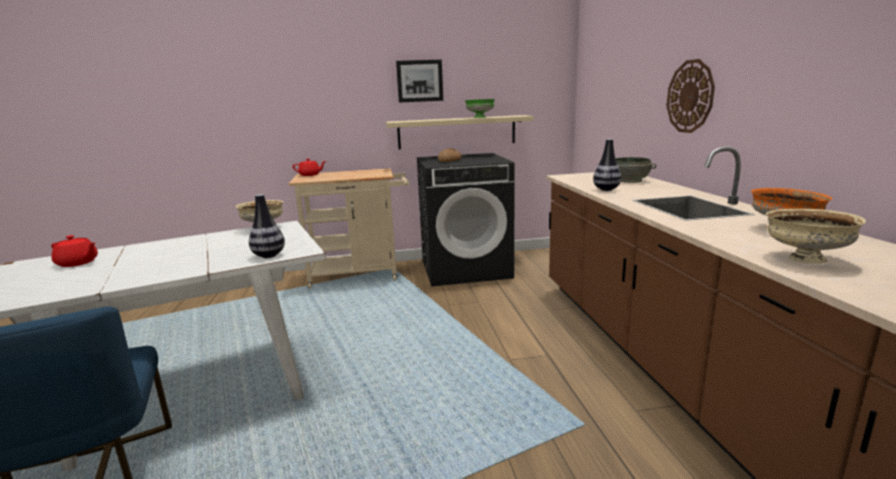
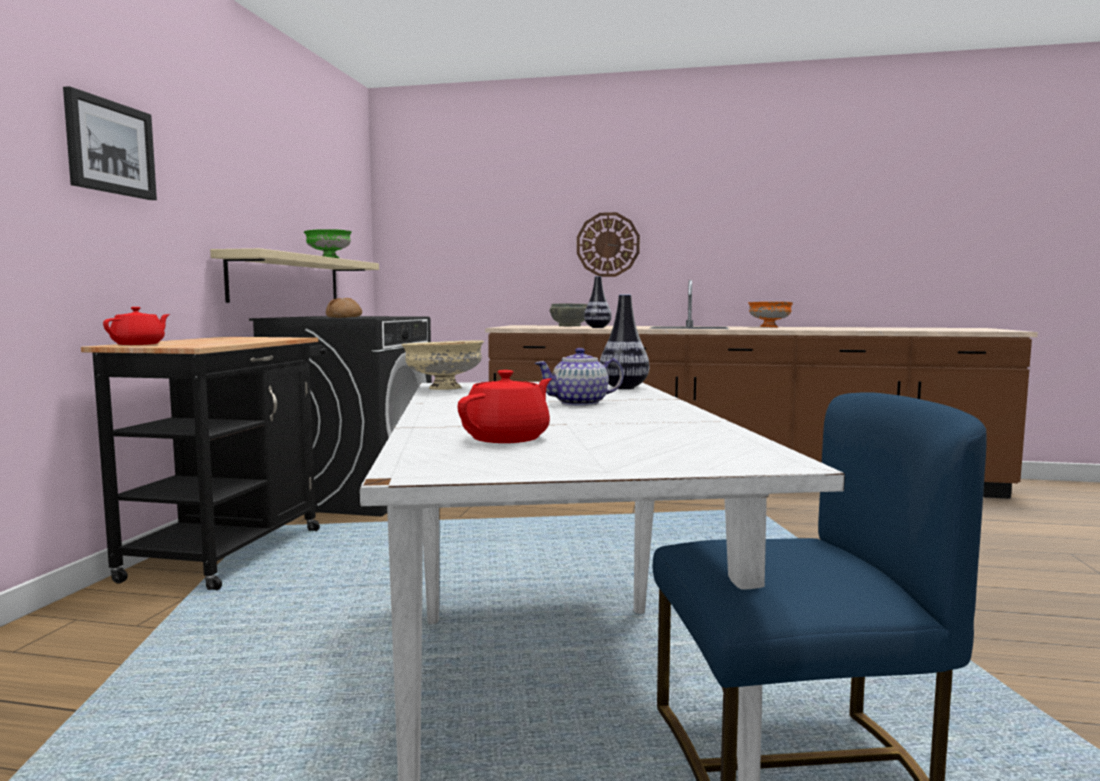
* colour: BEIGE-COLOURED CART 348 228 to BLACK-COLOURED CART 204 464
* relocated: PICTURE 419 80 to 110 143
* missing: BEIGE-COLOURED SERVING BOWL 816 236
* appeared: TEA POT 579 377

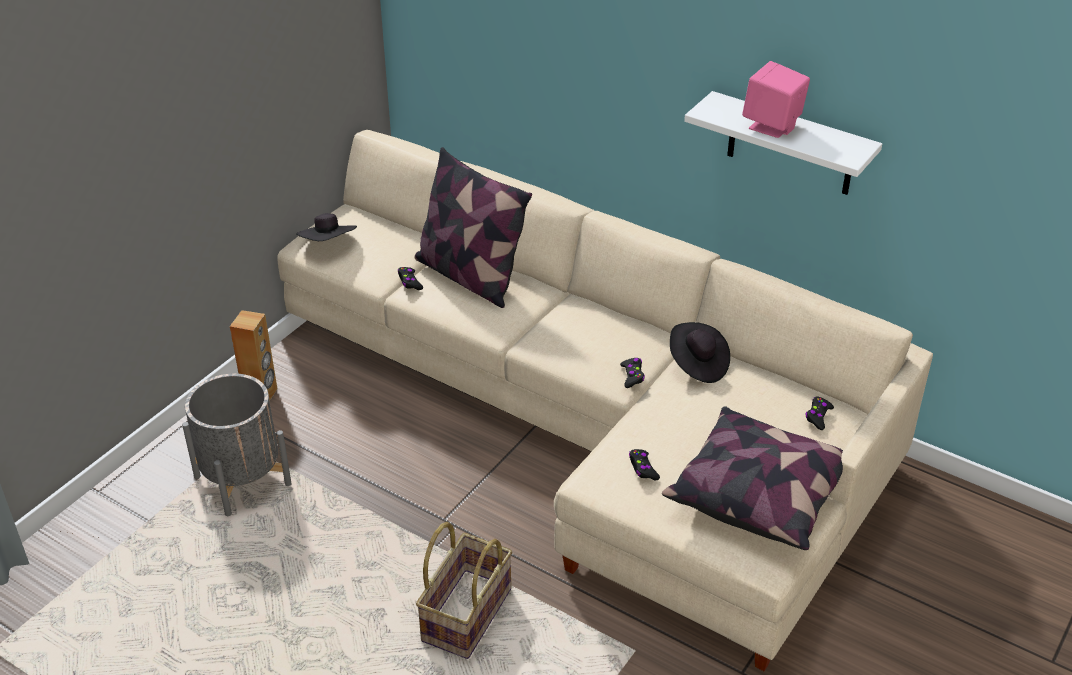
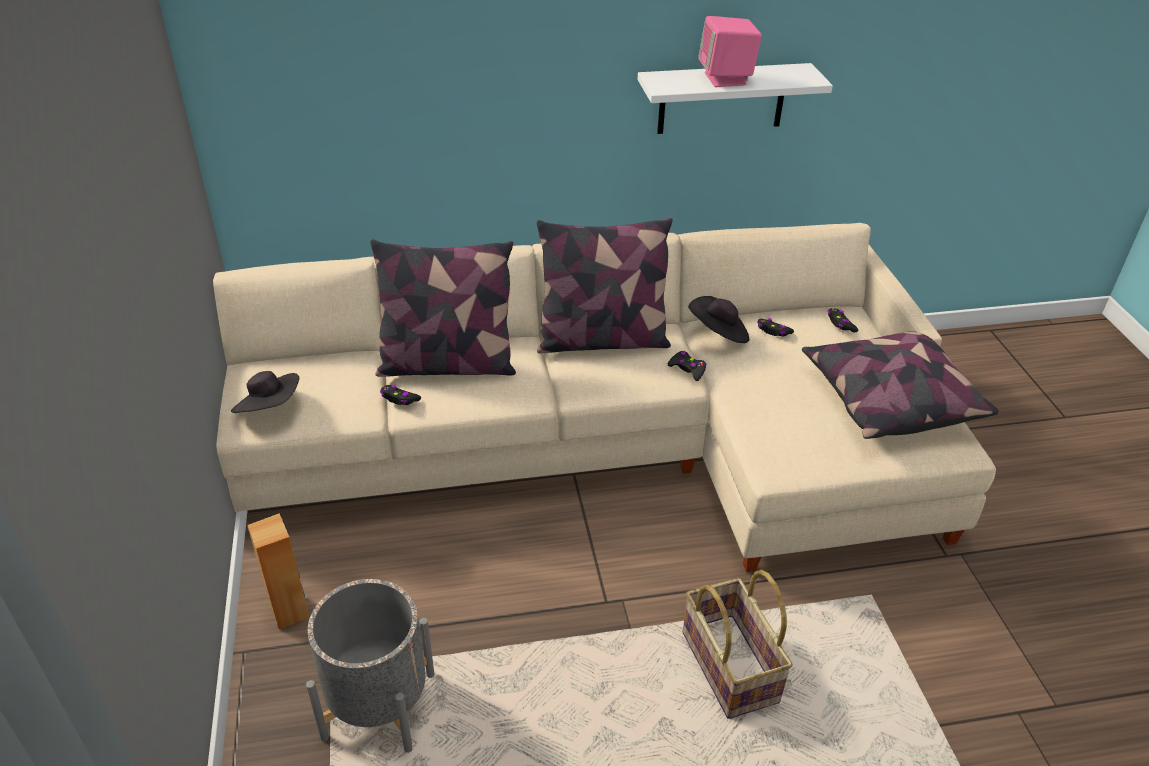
* relocated: BLACK-COLOURED GAME CONTROLLER 644 465 to 775 327
* appeared: PILLOW 605 285

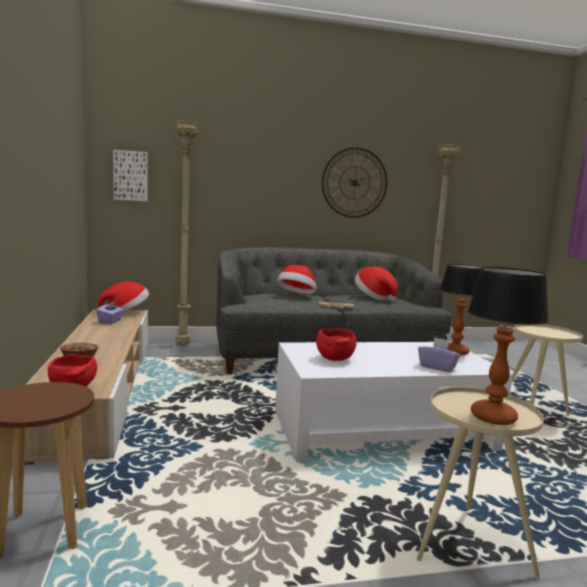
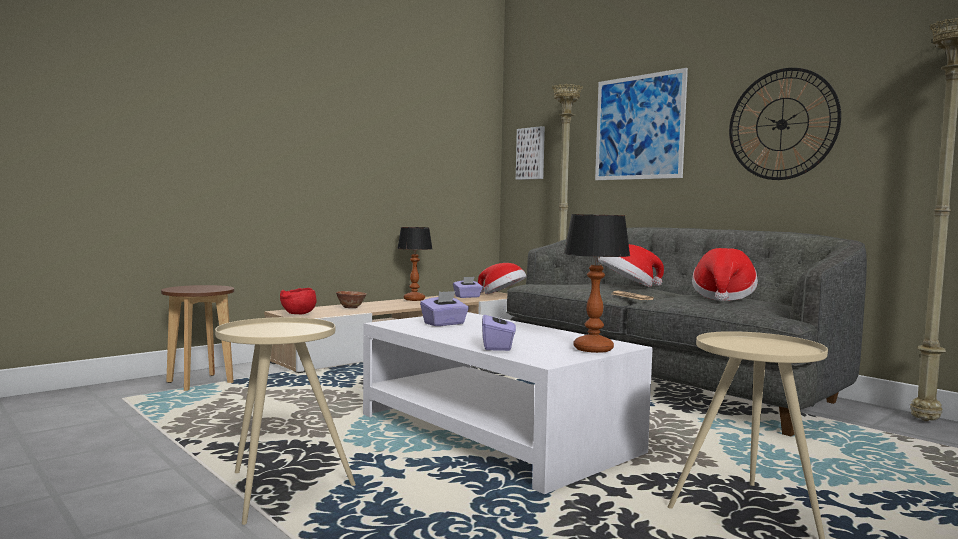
* exchanged: REDDISH SERVING BOWL 336 345 to PURPLE-COLOURED TISSUE HOLDER 444 308
* relocated: TABLE LAMP 508 346 to 414 264
* appeared: PICTURE 641 124

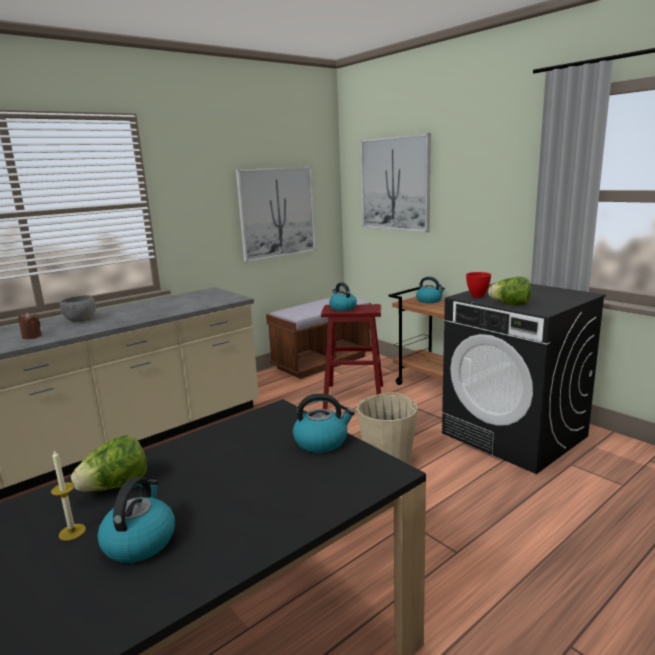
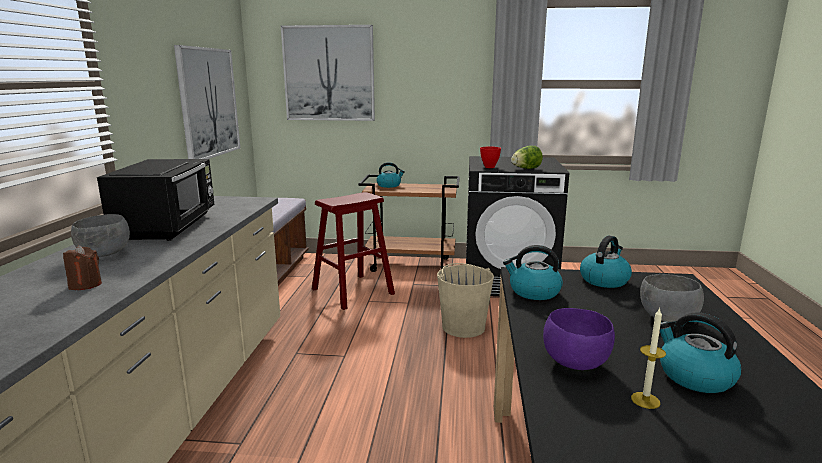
* exchanged: LETTUCE HEAD 109 463 to PURPLE-COLOURED SERVING BOWL 579 339
* relocated: TEA KETTLE 343 296 to 533 272
* appeared: BLACK-COLOURED MICROWAVE OVEN 155 200
* appeared: GRAY SERVING BOWL 672 298

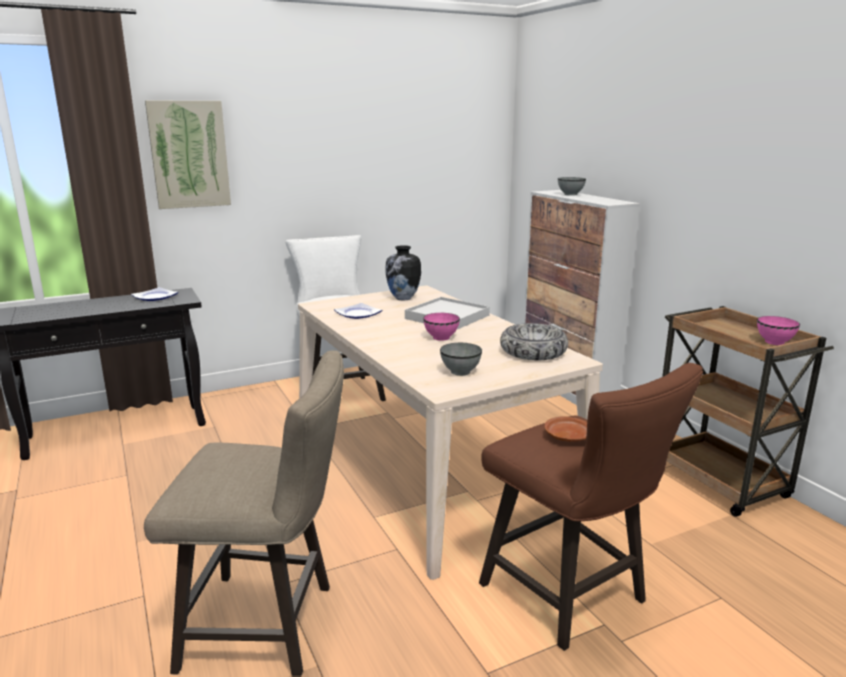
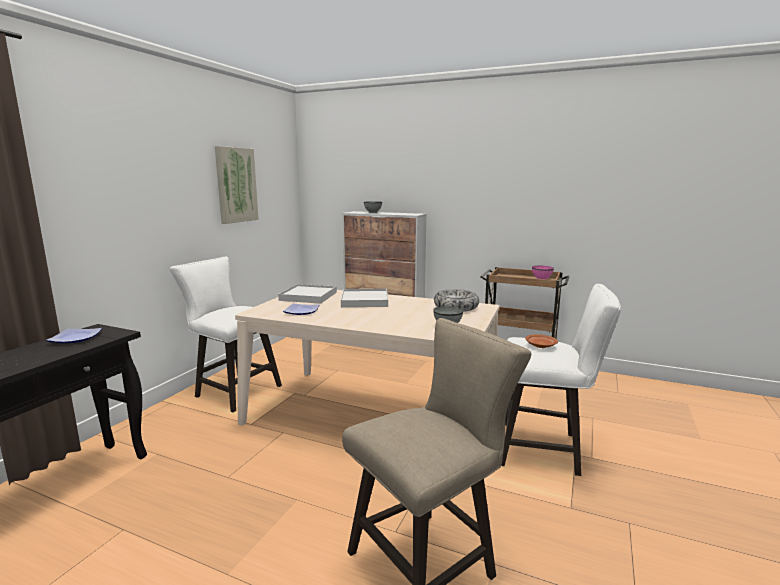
* relocated: PICTURE 188 154 to 237 185
* exchanged: FLOWER VASE 403 272 to WHITE-COLOURED SERVING TRAY 307 294
* missing: PINK-COLOURED SERVING BOWL 441 327
* colour: BROWN SITTING STOOL 591 507 to WHITE-COLOURED SITTING STOOL 561 380

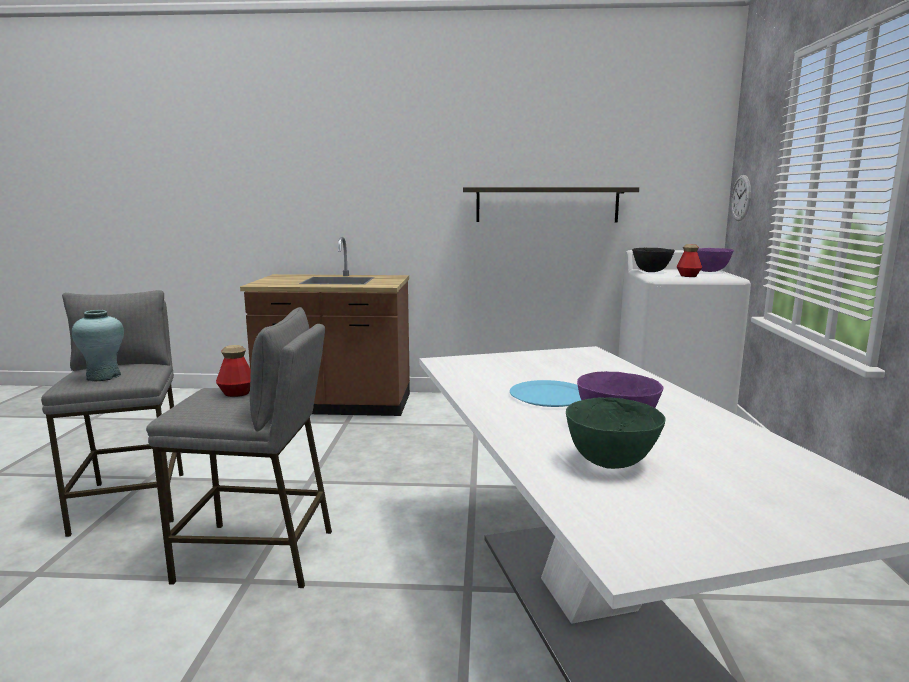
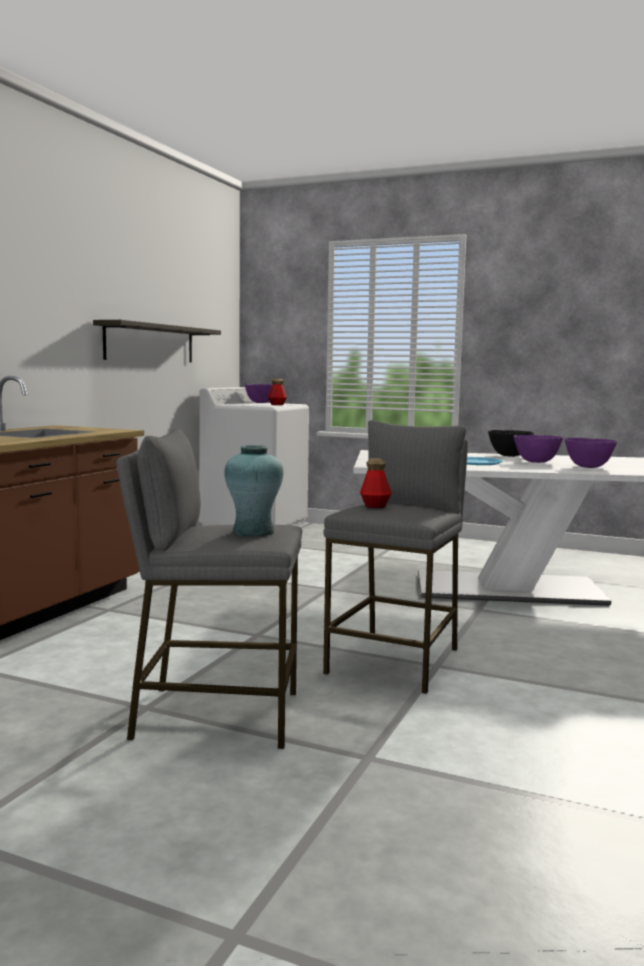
* colour: GREEN-COLOURED SERVING BOWL 616 433 to PURPLE-COLOURED SERVING BOWL 590 453
* relocated: BLACK-COLOURED SERVING BOWL 653 260 to 511 443
* missing: HANGING CLOCK 741 198

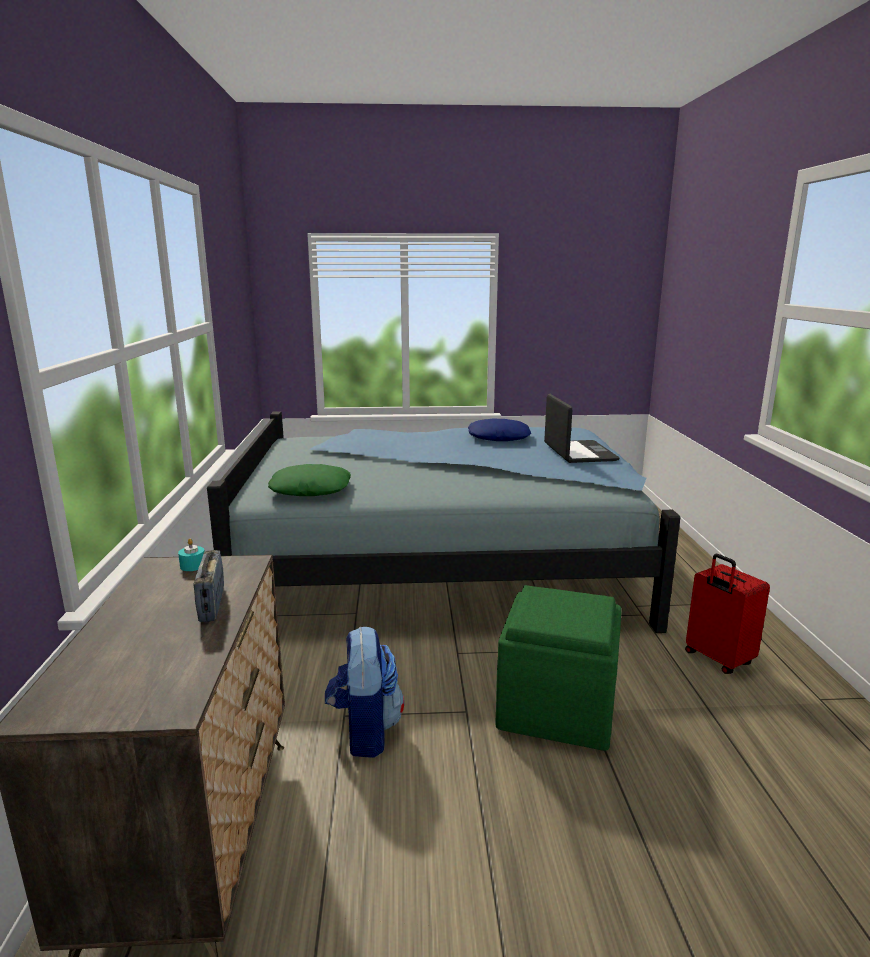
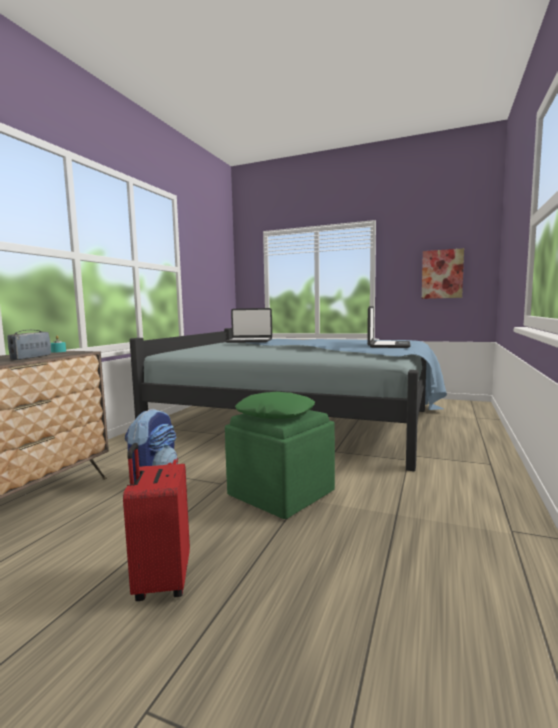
* relocated: GREEN-COLOURED PILLOW 309 480 to 275 405
* missing: BLUE PILLOW 499 429
* relocated: REDDISH TRAVEL CASE 727 614 to 156 522
* appeared: LAPTOP 249 325
* appeared: PICTURE 443 273

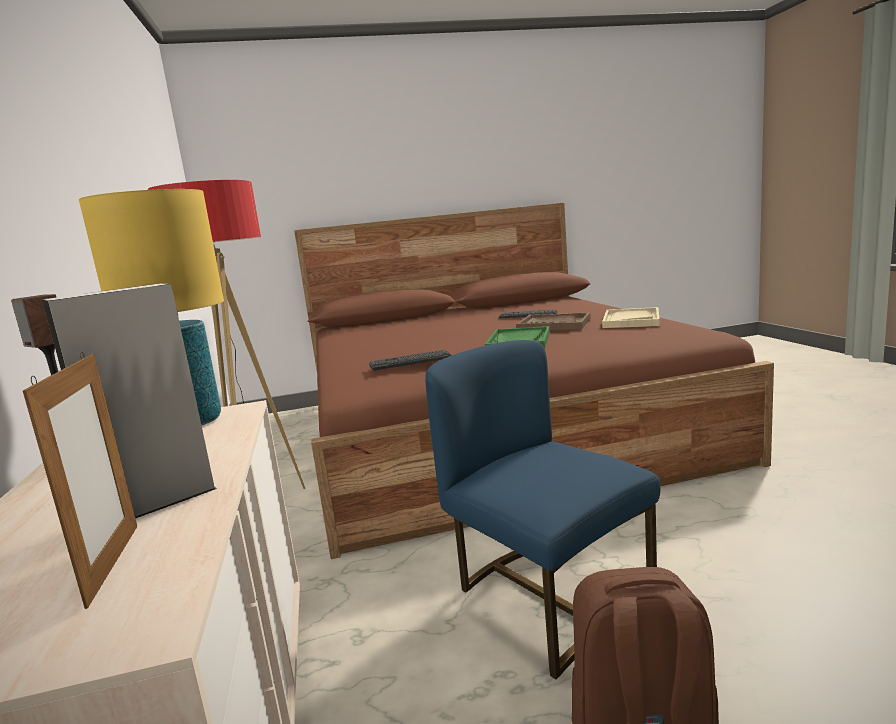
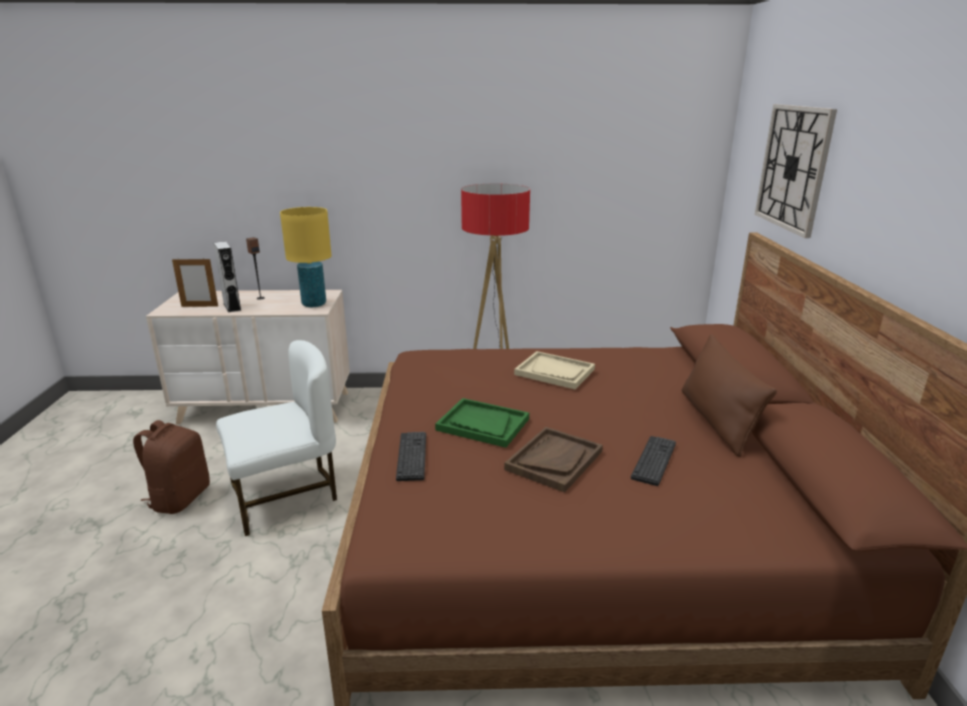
* relocated: KEYBOARD 410 360 to 411 456
* colour: BLUE PLAIN CHAIR 543 509 to WHITE-COLOURED PLAIN CHAIR 276 438
* relocated: BEIGE-COLOURED SERVING TRAY 631 317 to 554 370
* appeared: BROWN PILLOW 729 395
* appeared: HANGING CLOCK 796 171

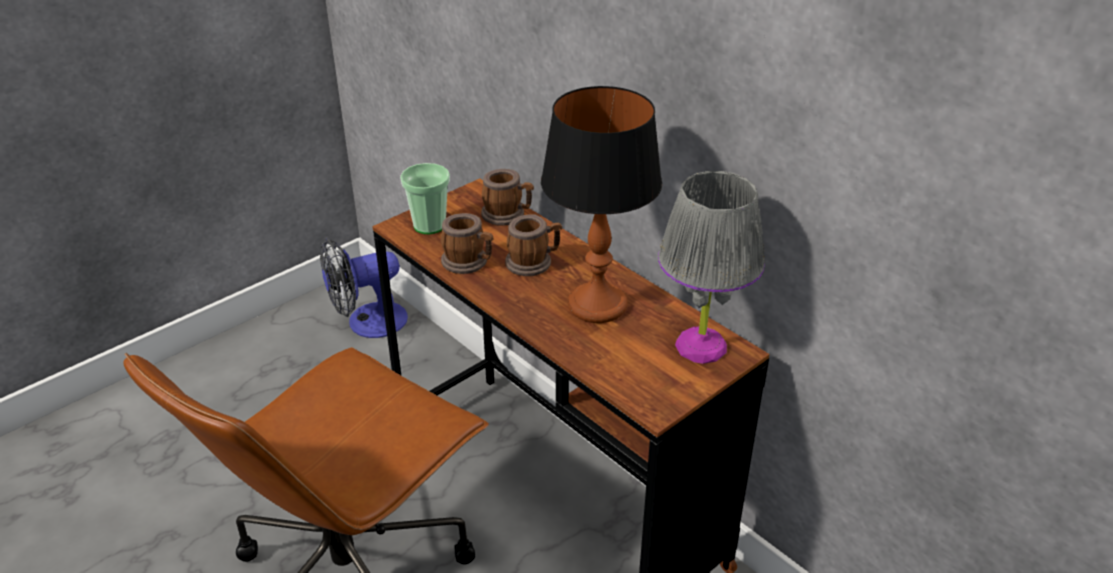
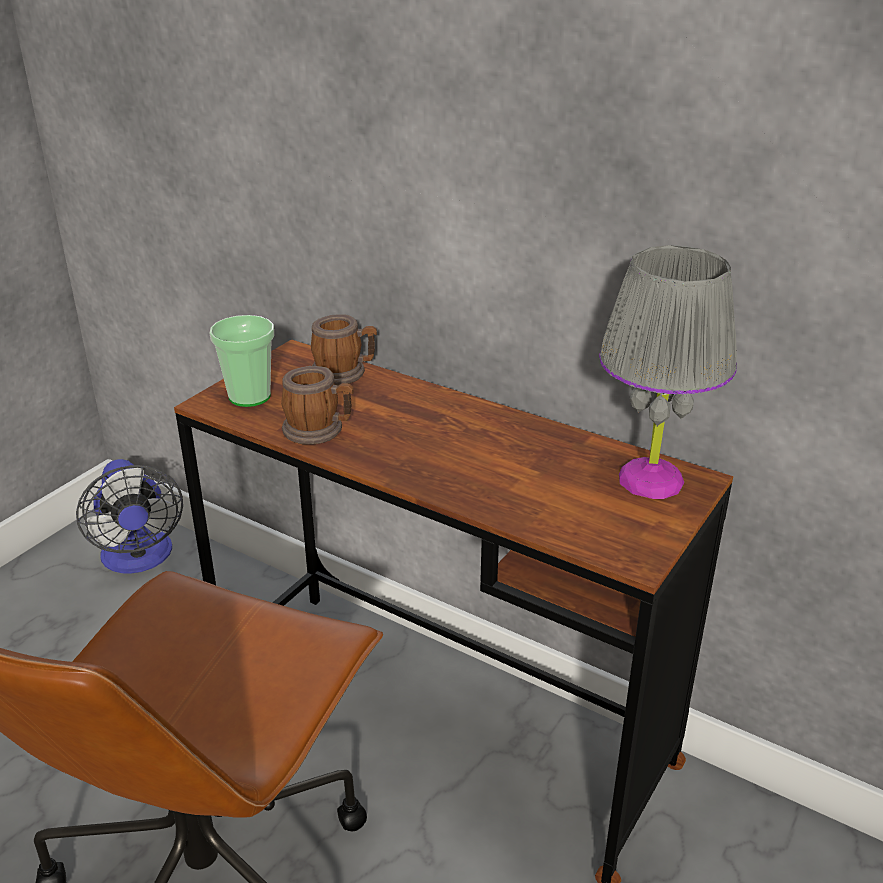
* spun: FAN 364 288 = 129 516 75 degrees counterclockwise
* missing: MUG 533 245
* missing: TABLE LAMP 601 204

